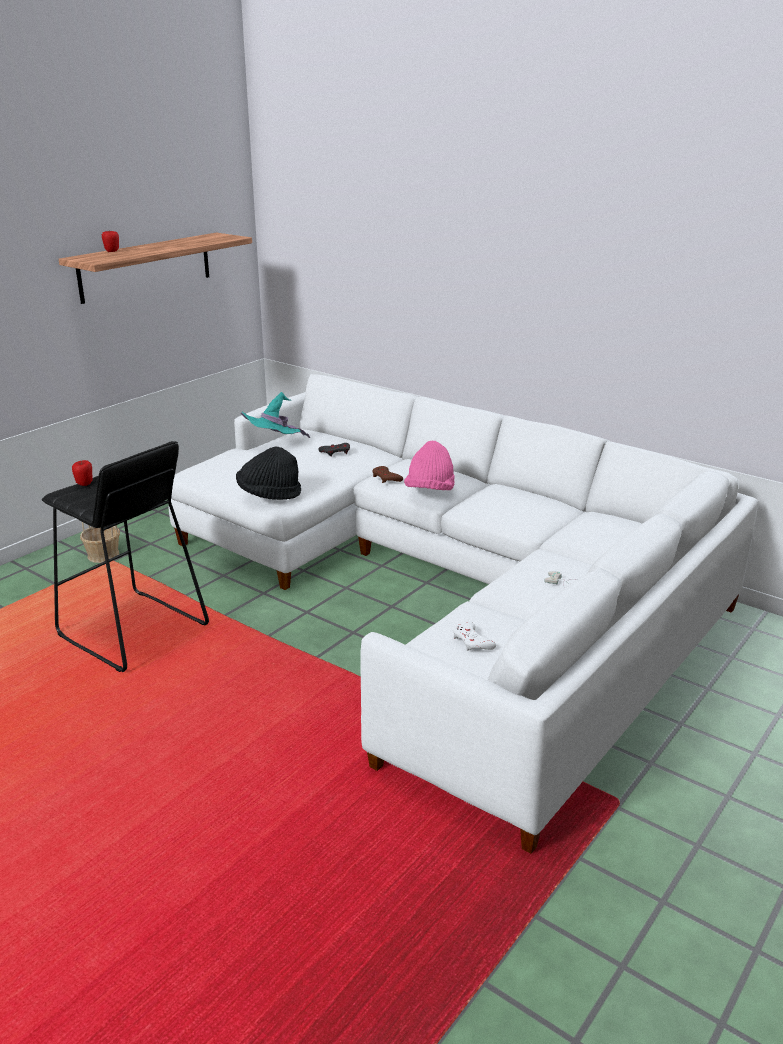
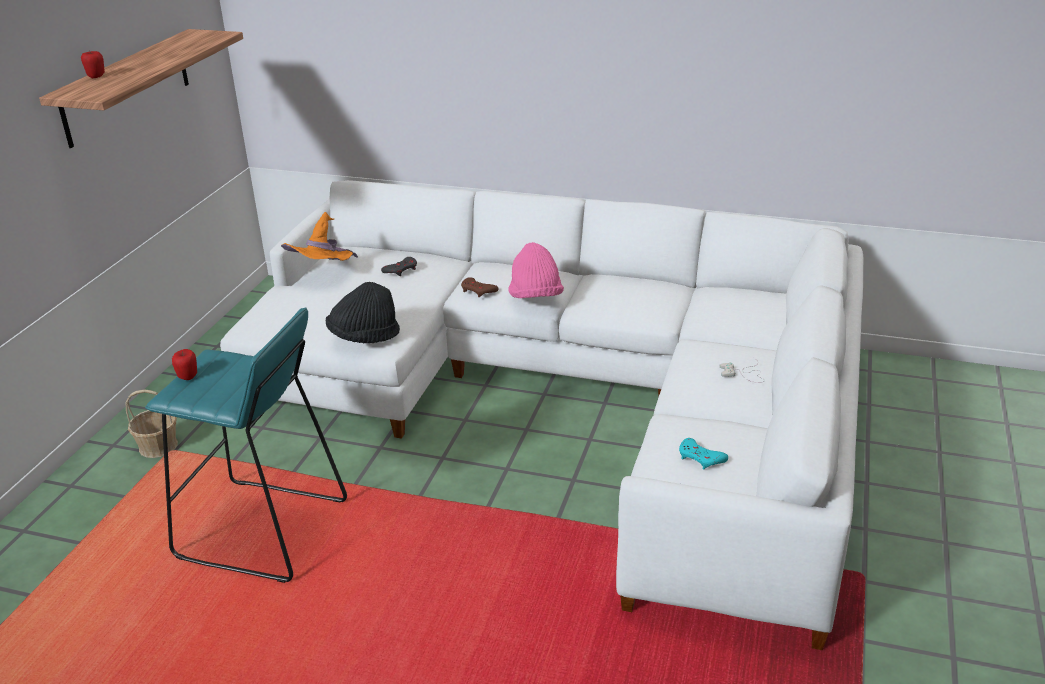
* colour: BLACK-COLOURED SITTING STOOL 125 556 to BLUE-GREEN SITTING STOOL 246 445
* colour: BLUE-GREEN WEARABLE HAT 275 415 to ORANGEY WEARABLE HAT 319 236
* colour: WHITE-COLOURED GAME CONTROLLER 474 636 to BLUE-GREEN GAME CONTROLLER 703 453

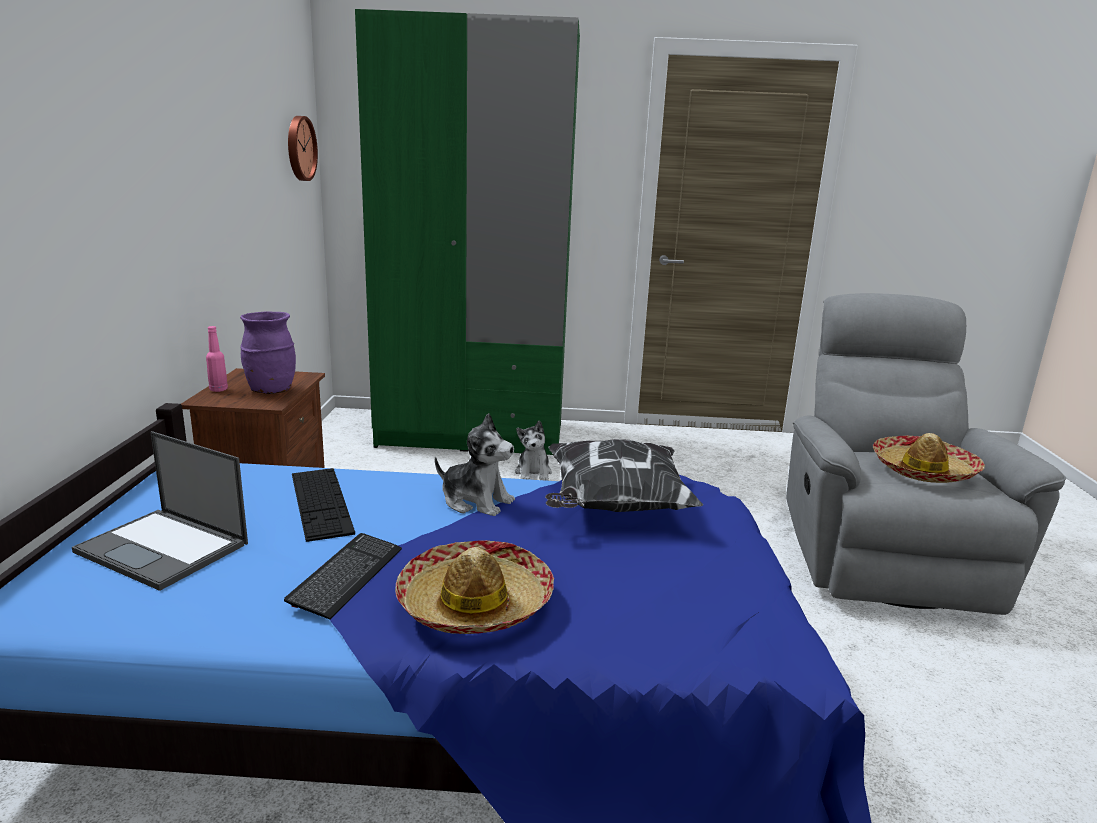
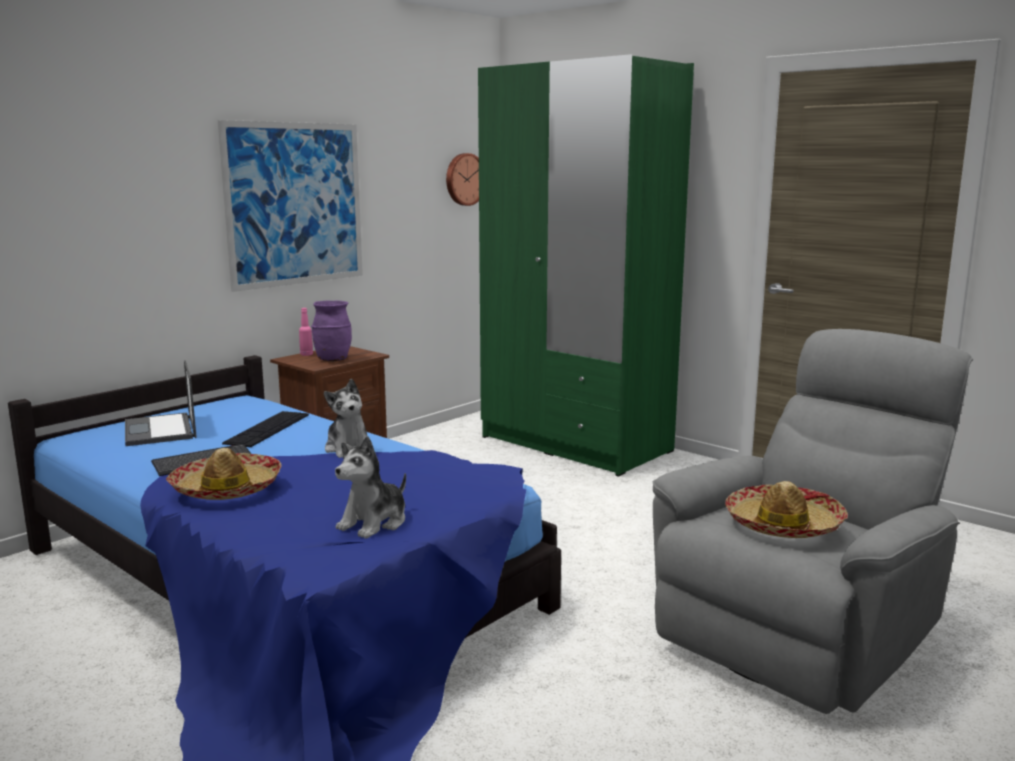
* relocated: CUDDLY TOY 533 451 to 370 487
* missing: PILLOW 624 475
* appeared: PICTURE 290 206

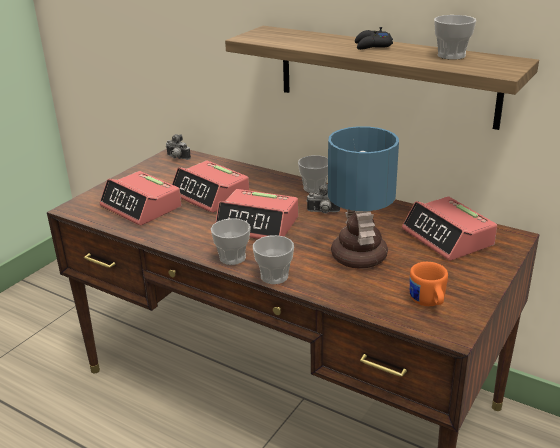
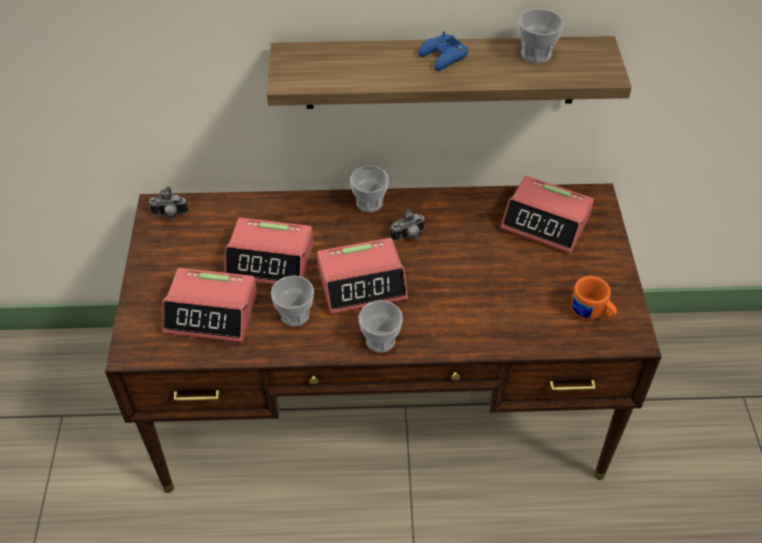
* relocated: SMALL CUP 273 259 to 292 301
* missing: TABLE LAMP 363 197
* colour: BLACK-COLOURED GAME CONTROLLER 374 38 to BLUE GAME CONTROLLER 443 51

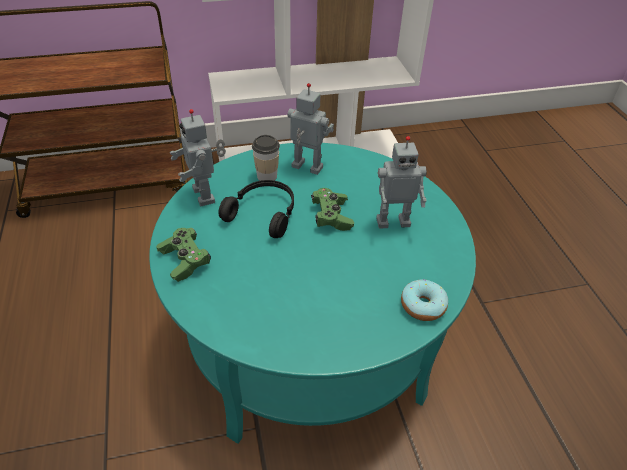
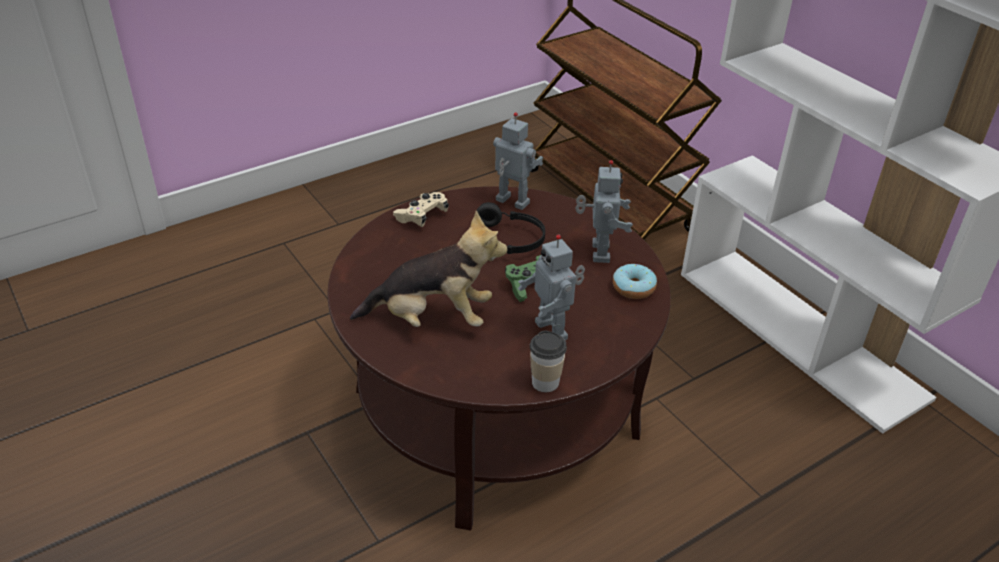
* colour: BLUE-GREEN LOUNGE TABLE 312 293 to BROWN LOUNGE TABLE 499 358
* colour: GREEN-COLOURED GAME CONTROLLER 183 255 to BEIGE-COLOURED GAME CONTROLLER 421 209
* spun: ROBOT FIGURE 198 157 = 518 161 75 degrees clockwise
* relocated: SMALL CUP 266 158 to 548 361
* relocated: DOUGHNUT 424 300 to 635 281
* appeared: CUDDLY TOY 429 269

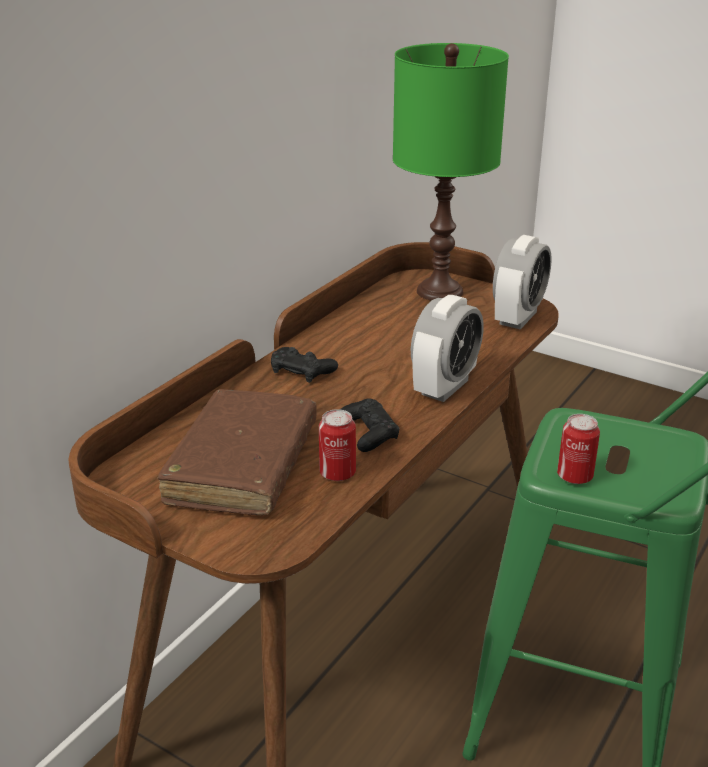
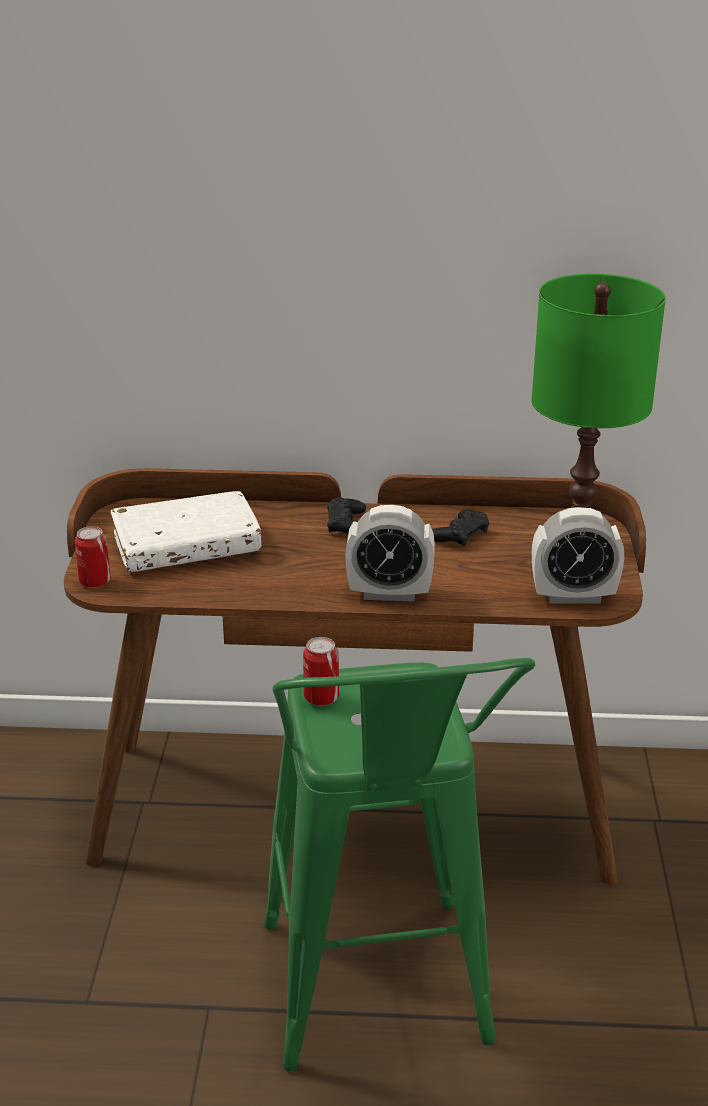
* colour: BROWN VOLUME 237 452 to WHITE-COLOURED VOLUME 186 531
* relocated: METAL CAN 337 445 to 93 557
* relocated: BLACK-COLOURED GAME CONTROLLER 370 425 to 460 528

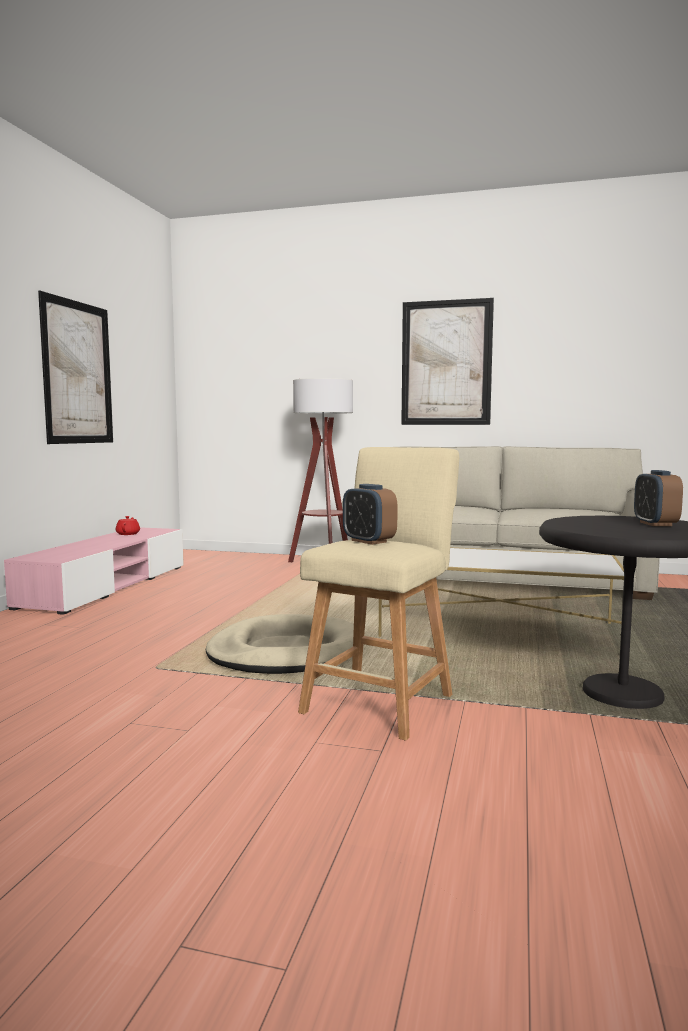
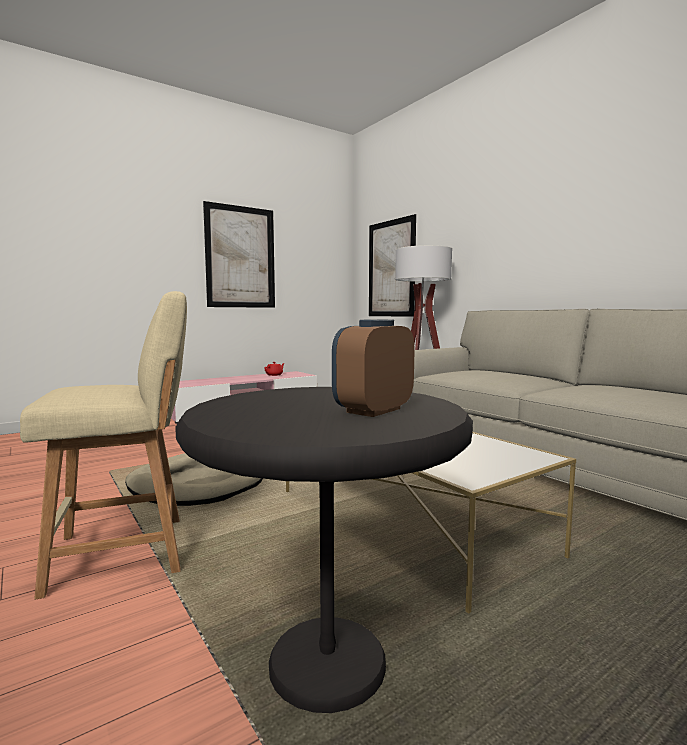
* missing: ALARM CLOCK 370 514
* relocated: PICTURE 447 361 to 392 265

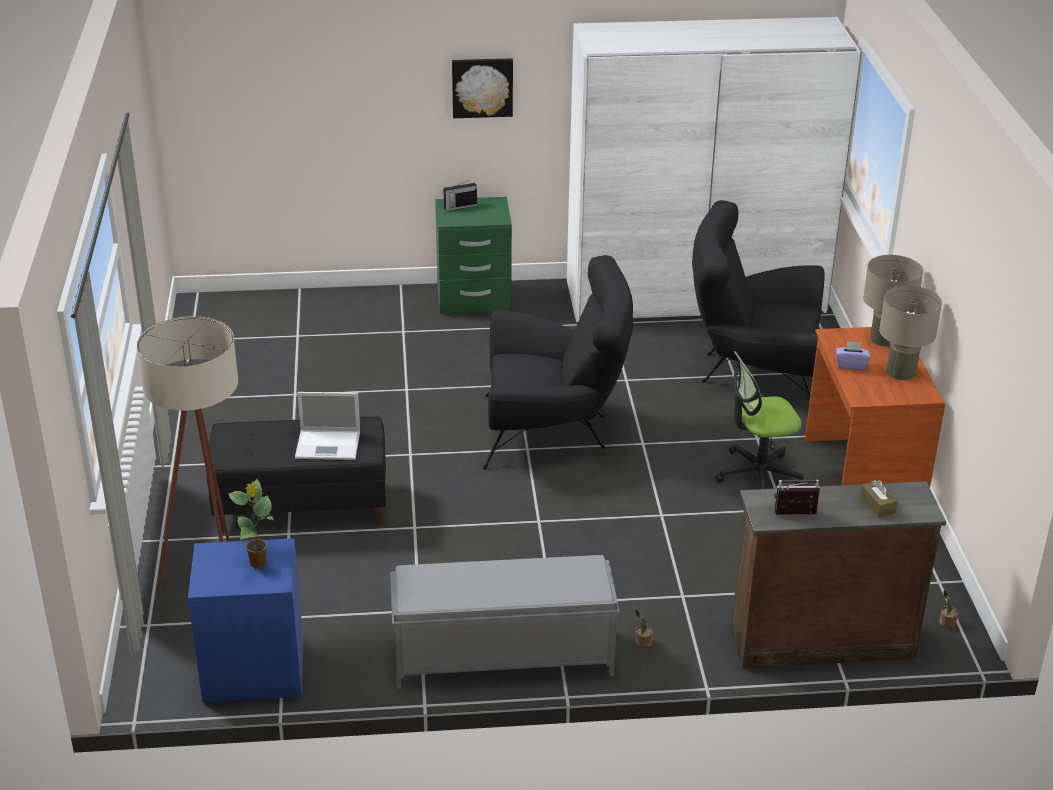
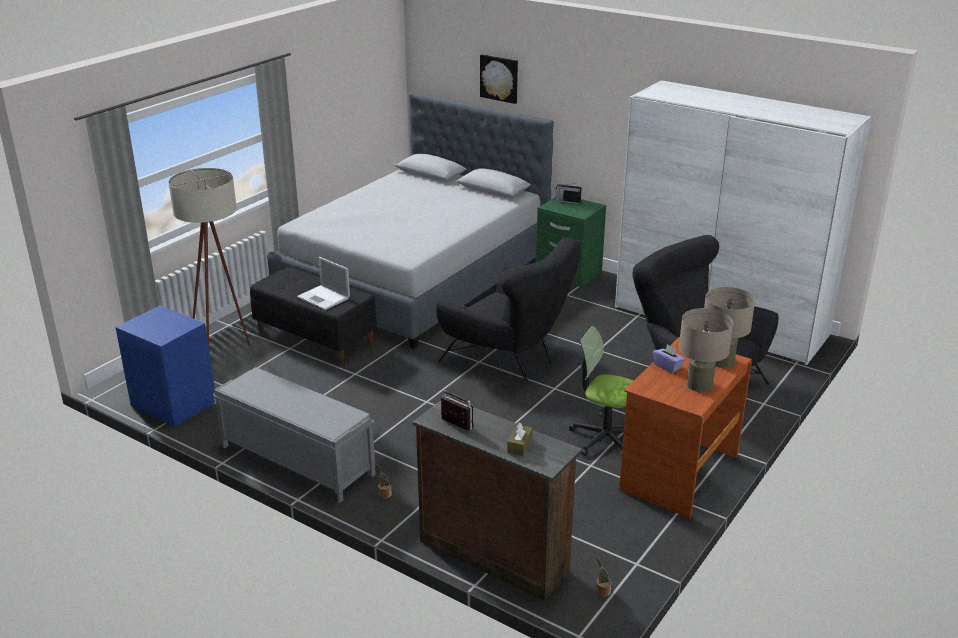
* missing: HOUSEPLANT 251 523
* relocated: PICTURE 482 88 to 499 79
* appeared: GRAY BEDROOM BED 410 220

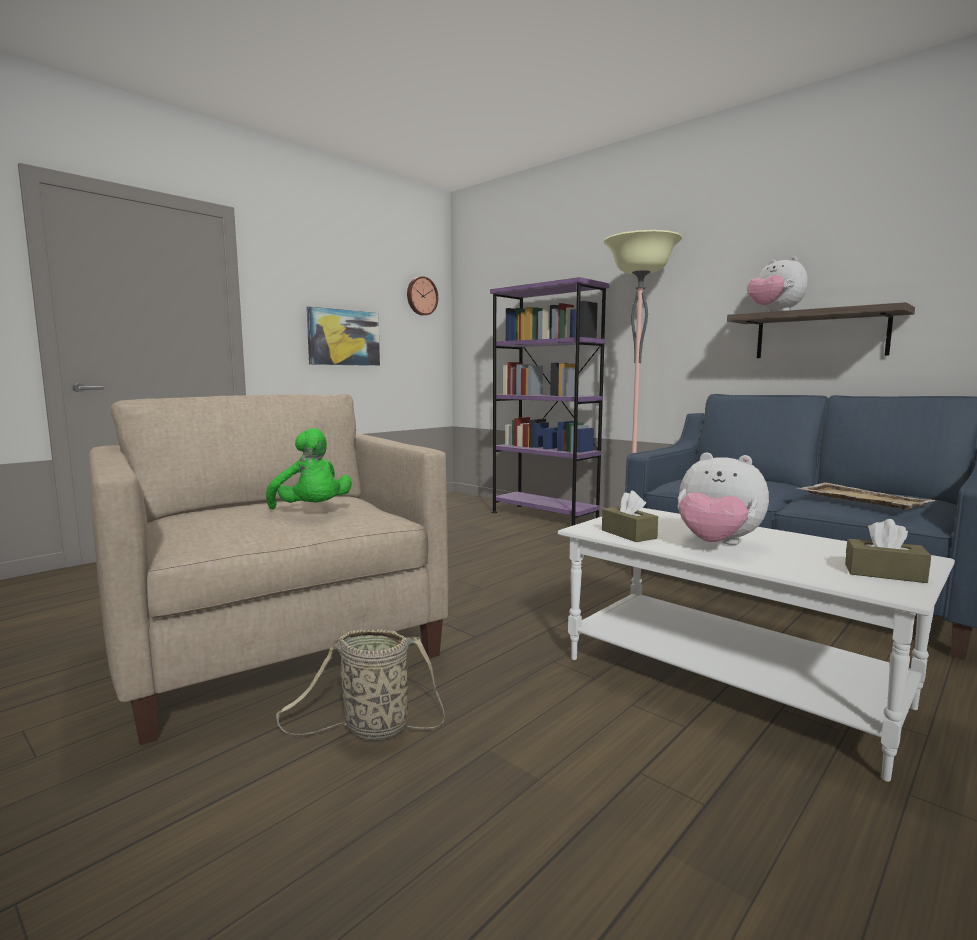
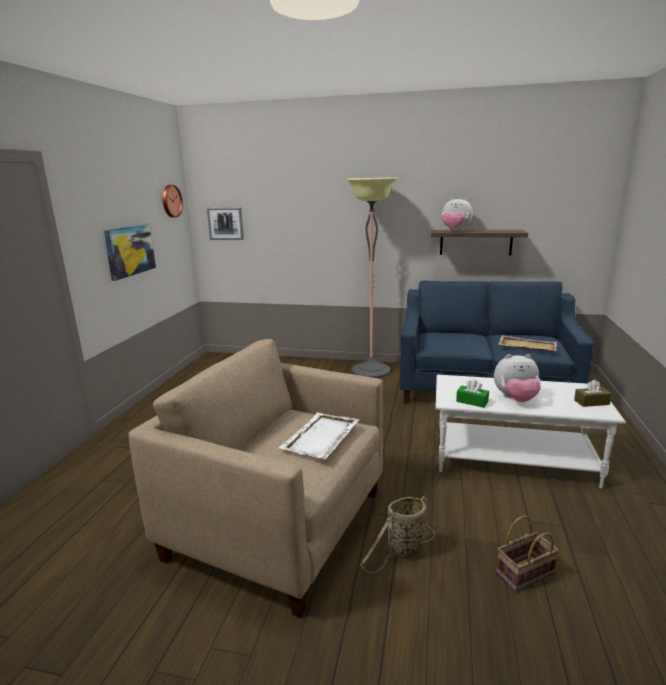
* exchanged: GREEN-COLOURED CUDDLY TOY 309 468 to WHITE-COLOURED SERVING TRAY 319 436
* missing: PURPLE-COLOURED BOOKCASE 549 401
* colour: BROWN TISSUE HOLDER 630 516 to GREEN-COLOURED TISSUE HOLDER 472 393
* appeared: PICTURE 225 223
* appeared: BASKET 527 554

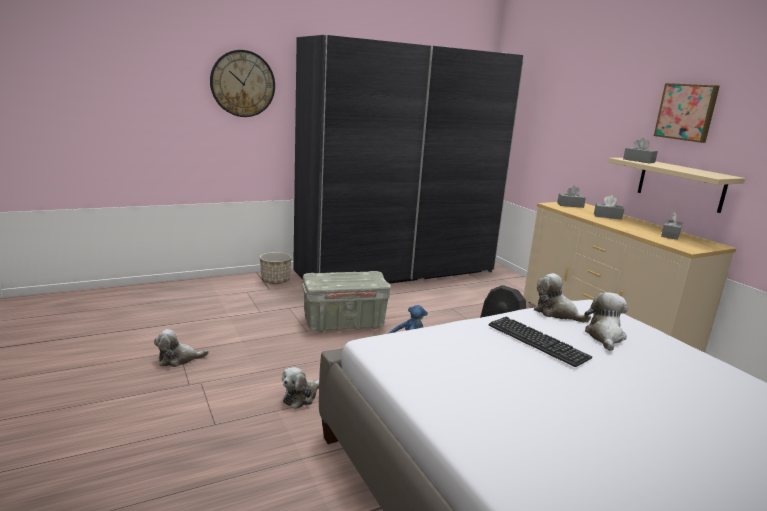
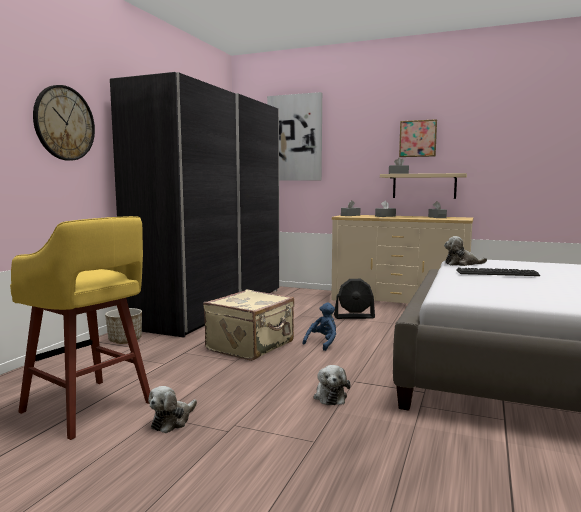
* exchanged: GRAY STORAGE BOX 346 301 to BEIGE-COLOURED TRAVEL CASE 248 325
* missing: CUDDLY TOY 606 321
* appeared: YELLOW SITTING STOOL 80 328
* appeared: PICTURE 294 136

